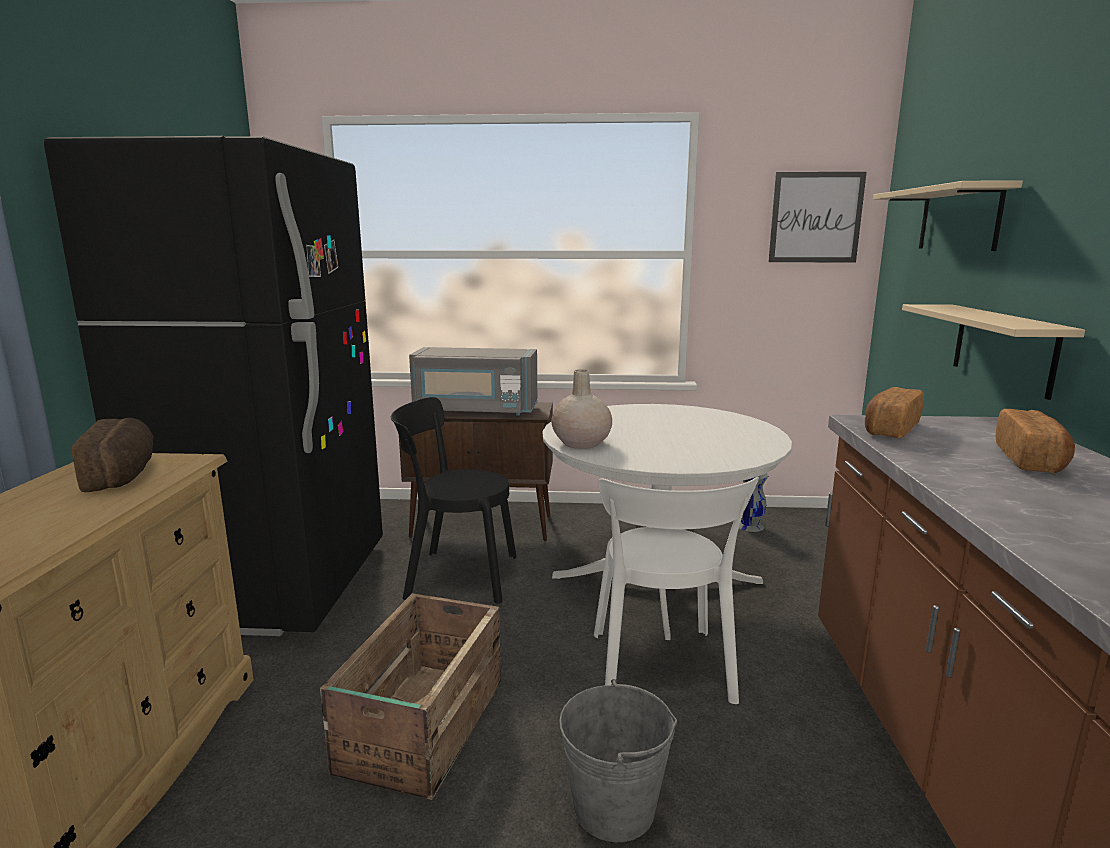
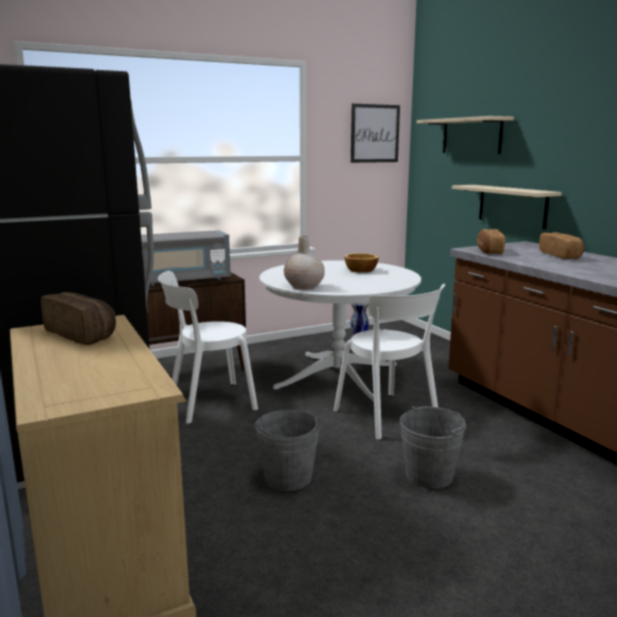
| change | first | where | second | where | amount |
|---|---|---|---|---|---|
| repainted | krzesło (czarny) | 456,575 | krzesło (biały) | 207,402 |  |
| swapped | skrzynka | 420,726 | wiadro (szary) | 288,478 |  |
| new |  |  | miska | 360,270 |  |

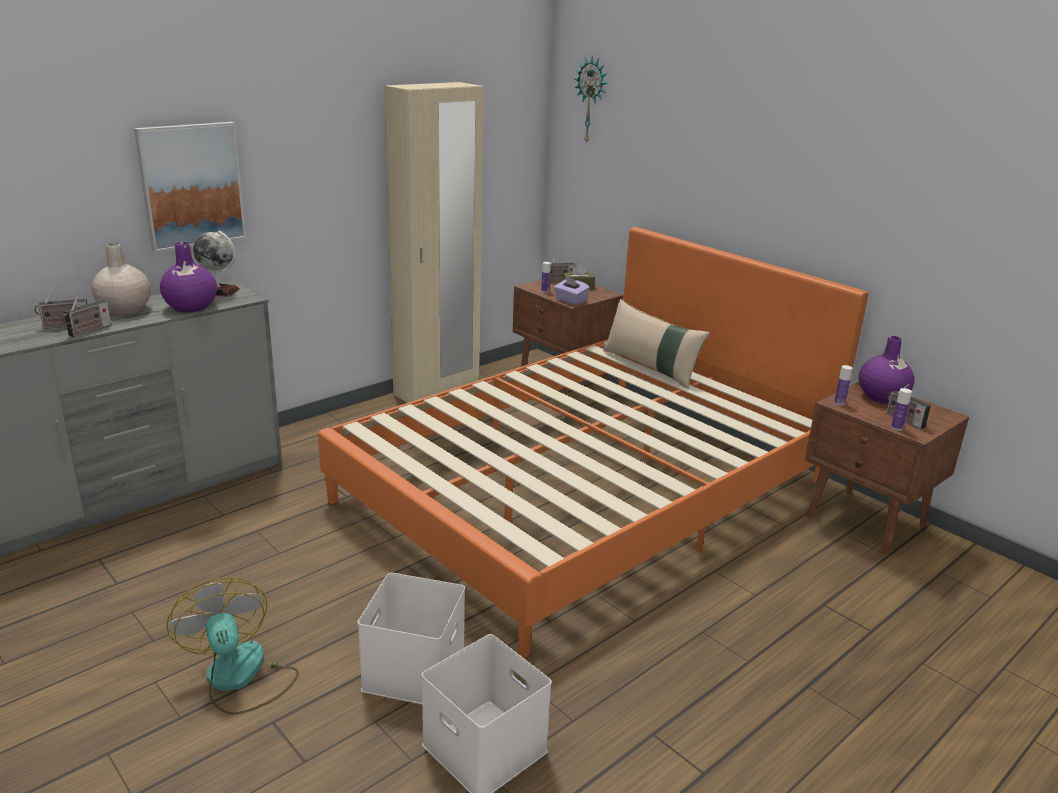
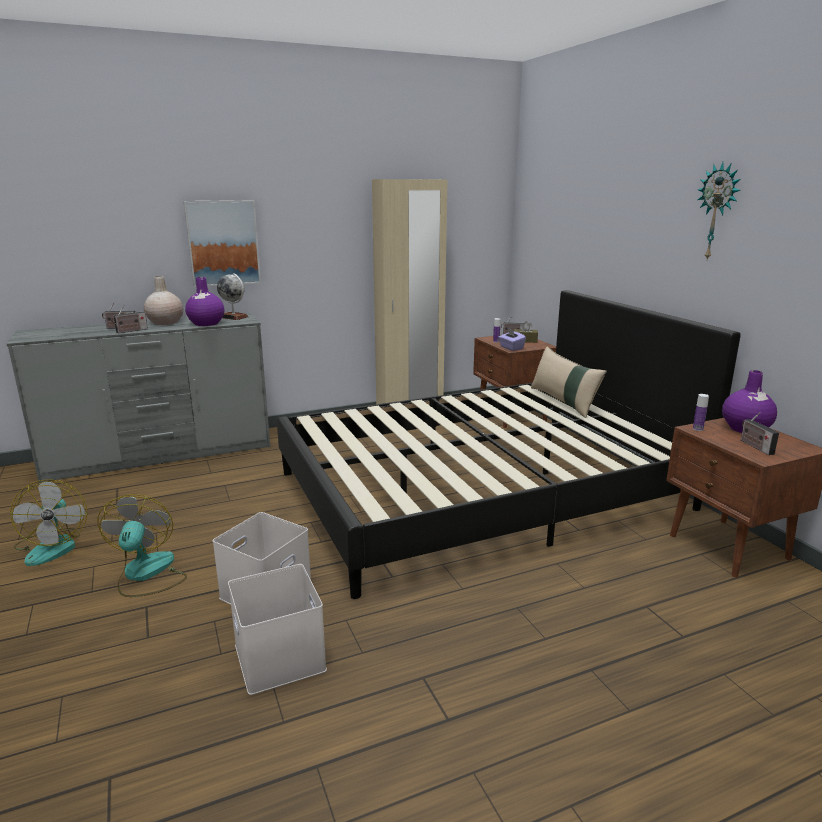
| change | first | where | second | where | amount |
|---|---|---|---|---|---|
| shifted | zegar ścienny | 591,100 |  | 717,212 |  |
| repainted | łóżko (pomarańczowy) | 587,491 | łóżko (czarny) | 482,491 |  |
| gone | butelka | 896,427 |  |  |  |
| new |  |  | wentylator | 53,546 |  |

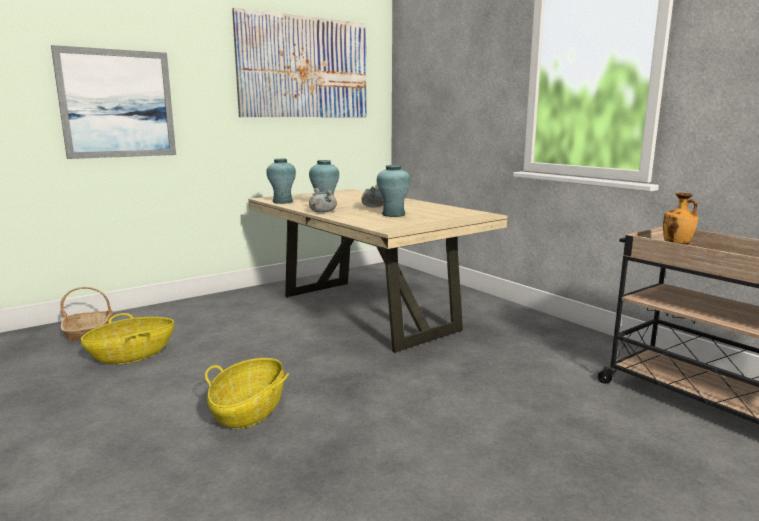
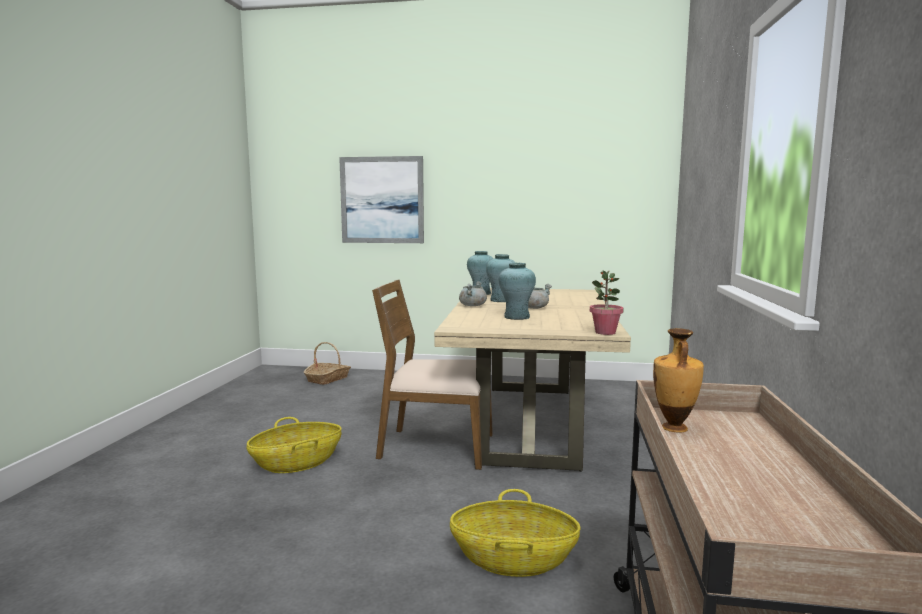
| change | first | where | second | where | amount |
|---|---|---|---|---|---|
| gone | obraz | 304,68 |  |  |  |
| shifted | koszyk | 132,355 |  | 513,560 |  |
| new |  |  | roślina doniczkowa | 605,332 |  |
| new |  |  | krzesło (brązowy) | 435,447 |  |

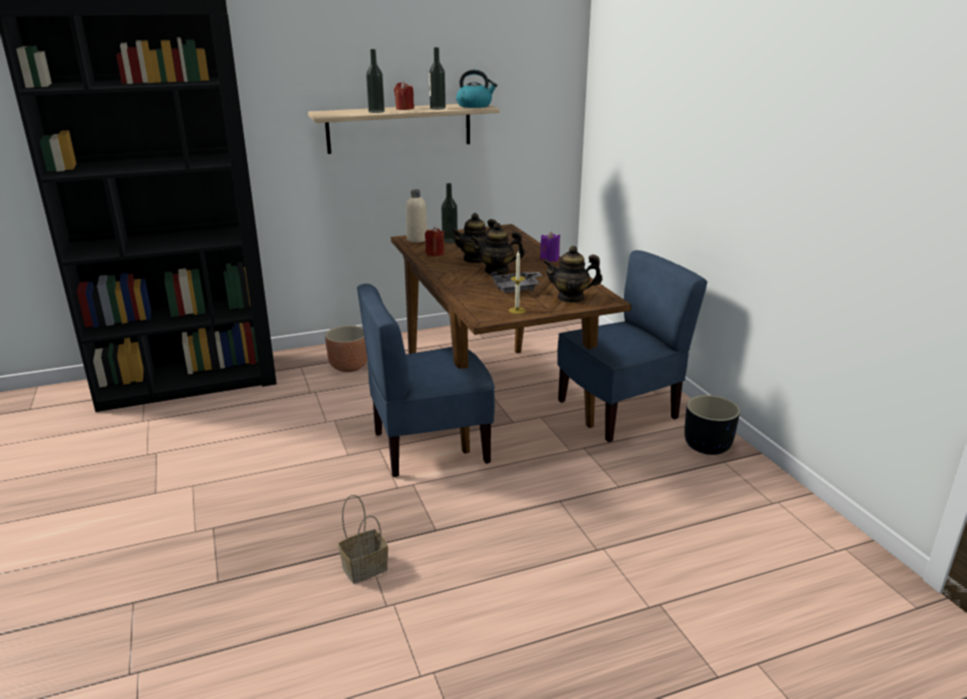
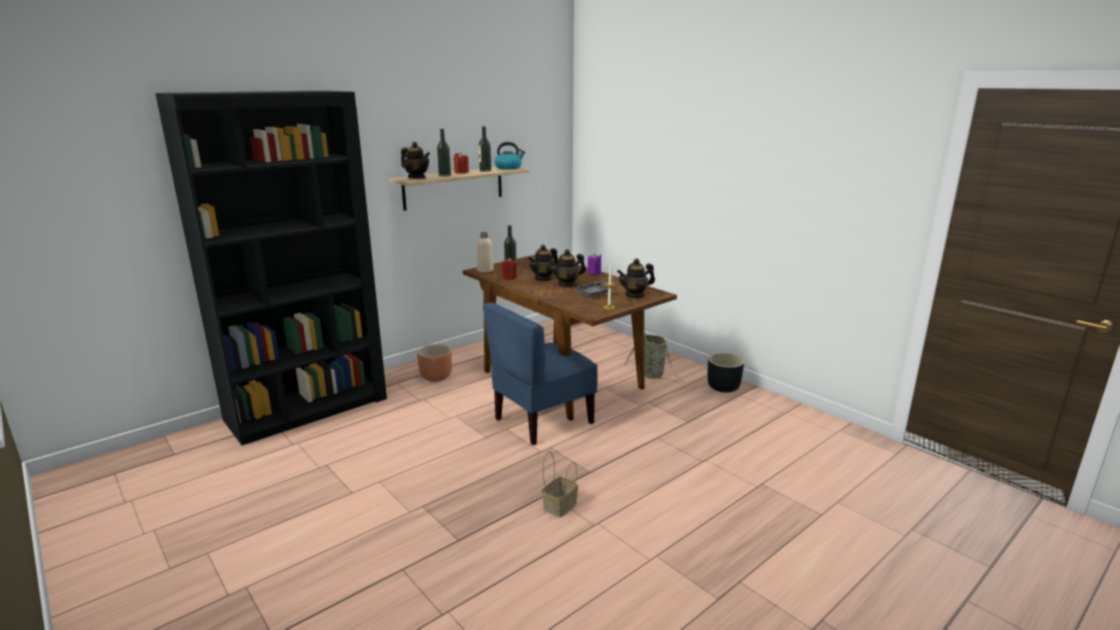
| change | first | where | second | where | amount |
|---|---|---|---|---|---|
| swapped | krzesło (niebieski) | 618,411 | koszyk | 653,376 |  |
| new |  |  | imbryk | 417,178 |  |

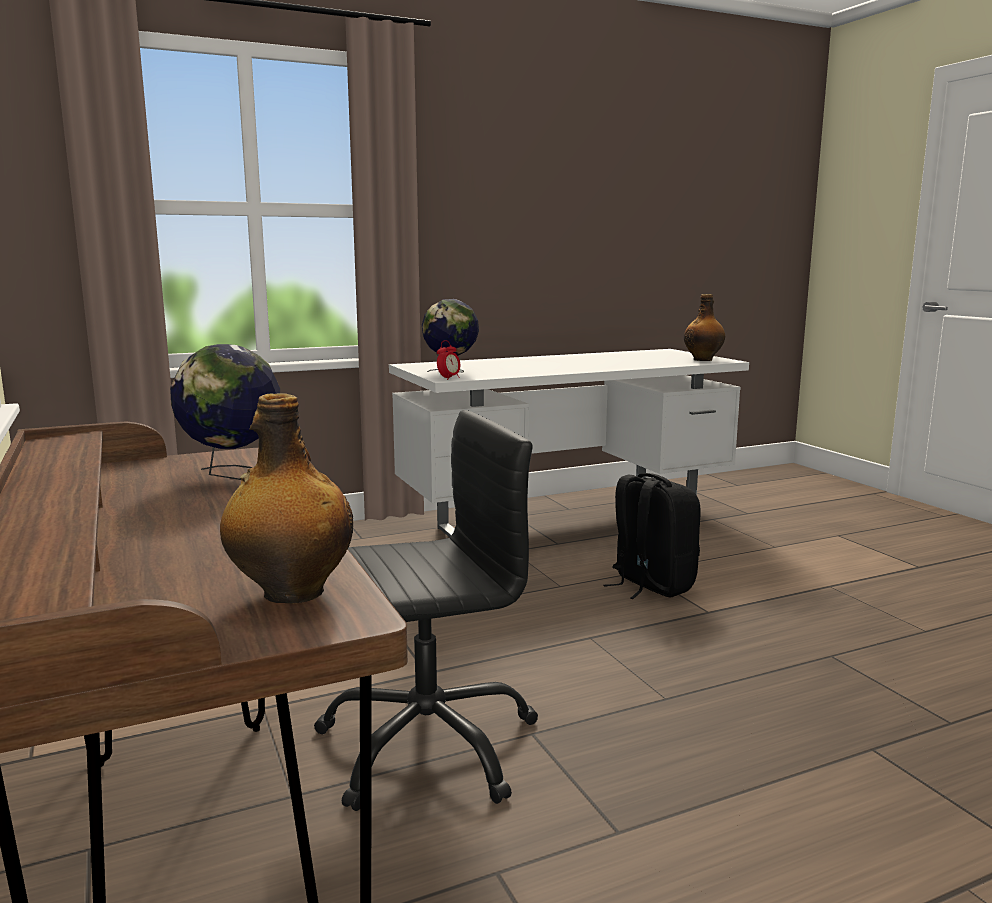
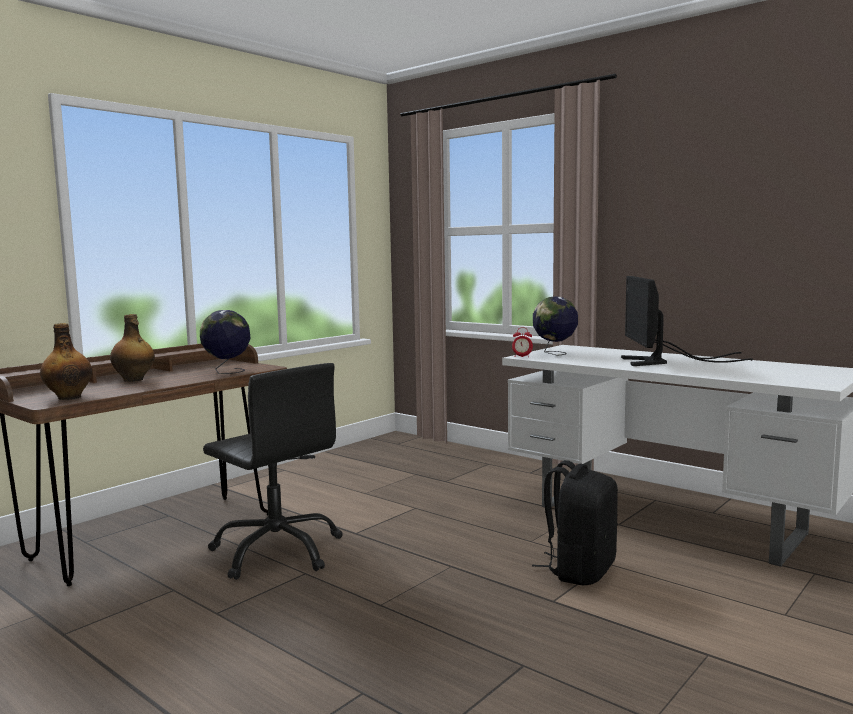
| change | first | where | second | where | amount |
|---|---|---|---|---|---|
| shifted | butelka | 703,359 |  | 134,380 |  |
| new |  |  | monitor | 661,362 |  |

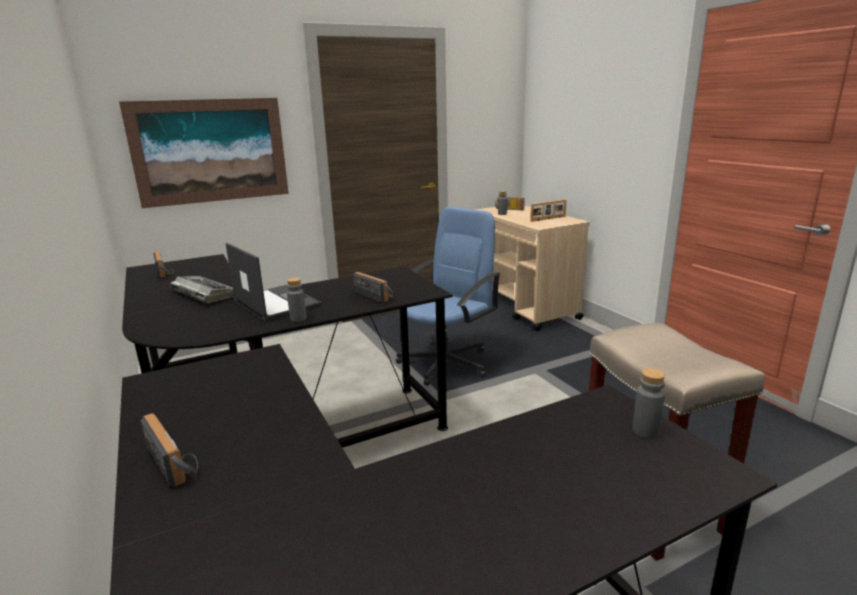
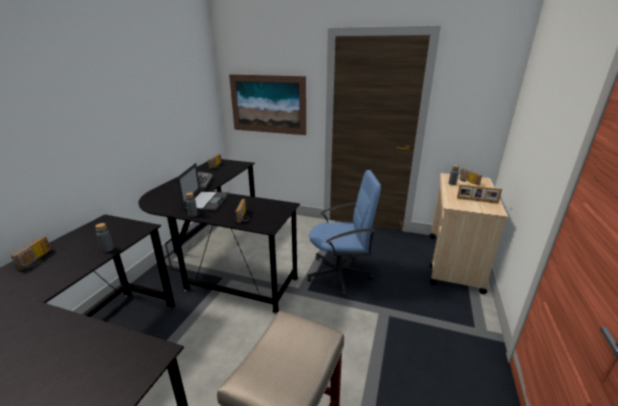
| change | first | where | second | where | amount |
|---|---|---|---|---|---|
| shifted | butelka (szary) | 645,431 |  | 107,249 |  |

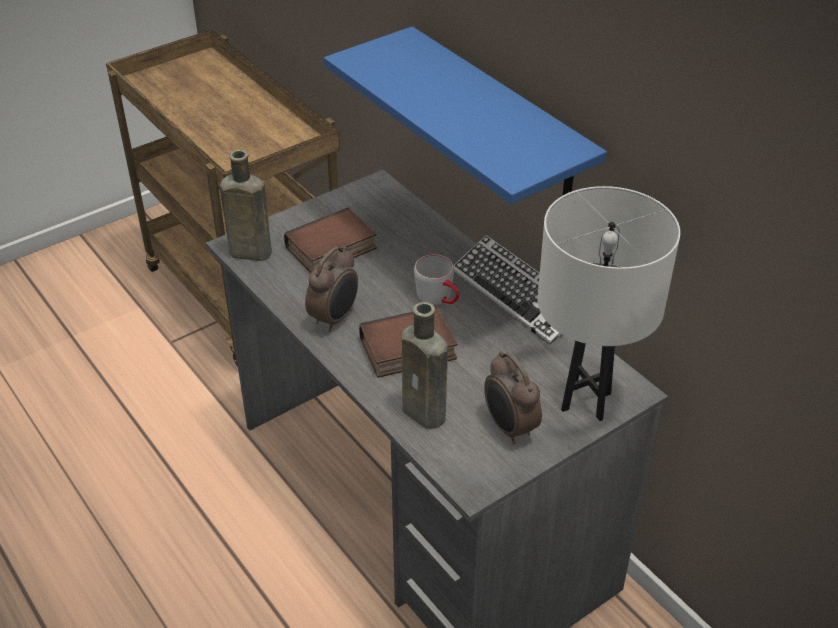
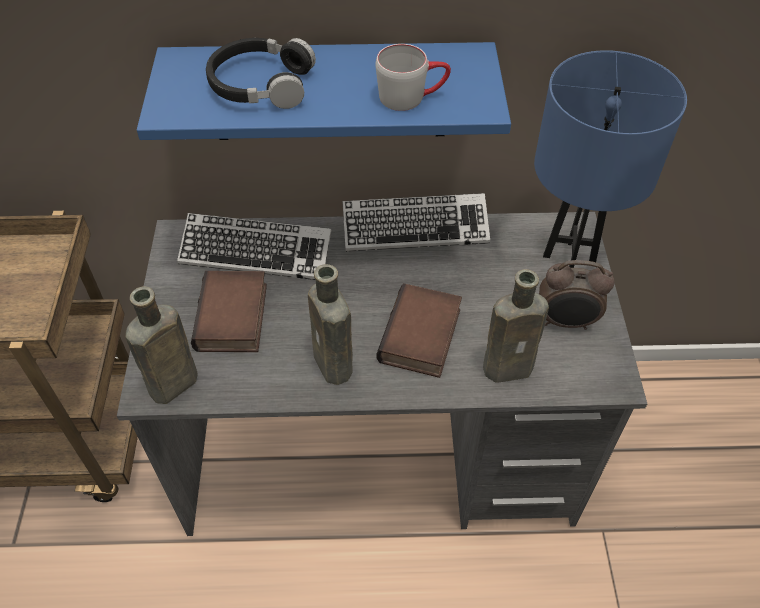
| change | first | where | second | where | amount |
|---|---|---|---|---|---|
| repainted | lampa stołowa (biały) | 586,402 | lampa stołowa (niebieski) | 569,259 |  |
| swapped | budzik | 335,318 | butelka (brązowy) | 334,367 |  |
| shifted | kubek (szary) | 439,298 |  | 412,96 |  |
| new |  |  | słuchawki (czarny) | 260,84 |  |
| new |  |  | klawiatura | 256,253 |  |

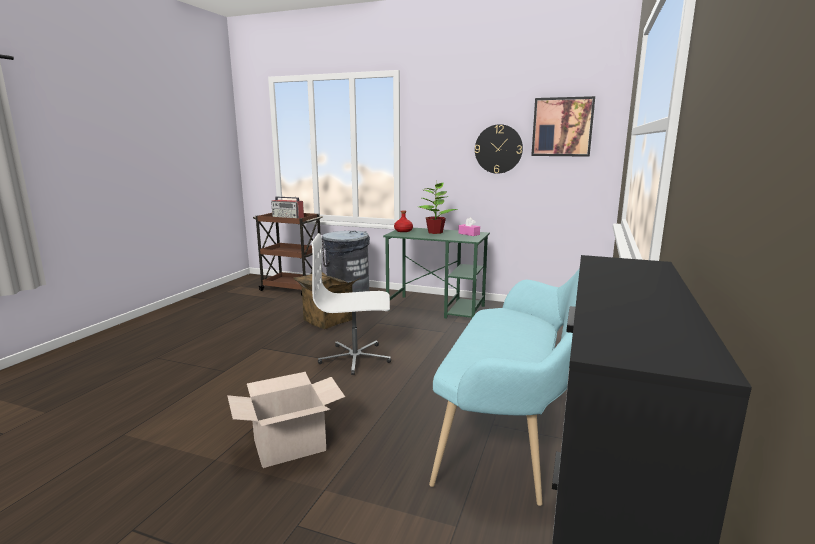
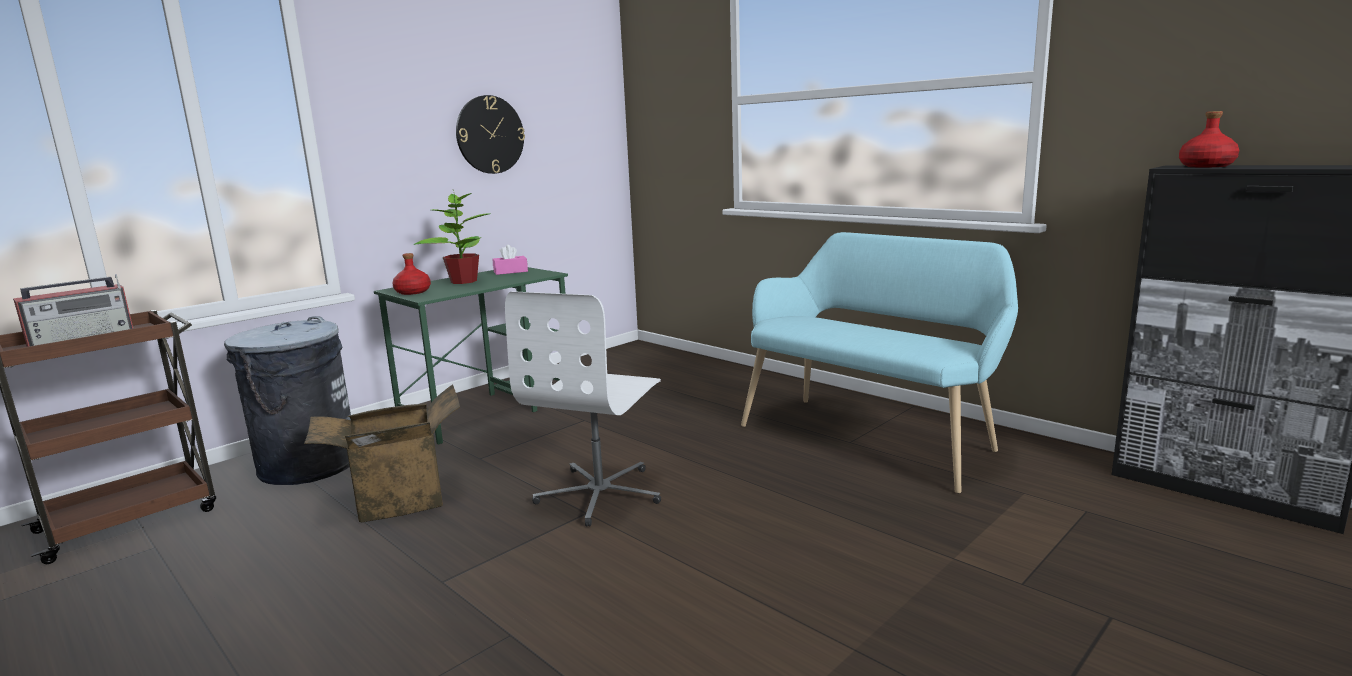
| change | first | where | second | where | amount |
|---|---|---|---|---|---|
| gone | obraz | 562,127 |  |  |  |
| gone | karton | 289,446 |  |  |  |
| new |  |  | butelka (czerwony) | 1205,166 |  |

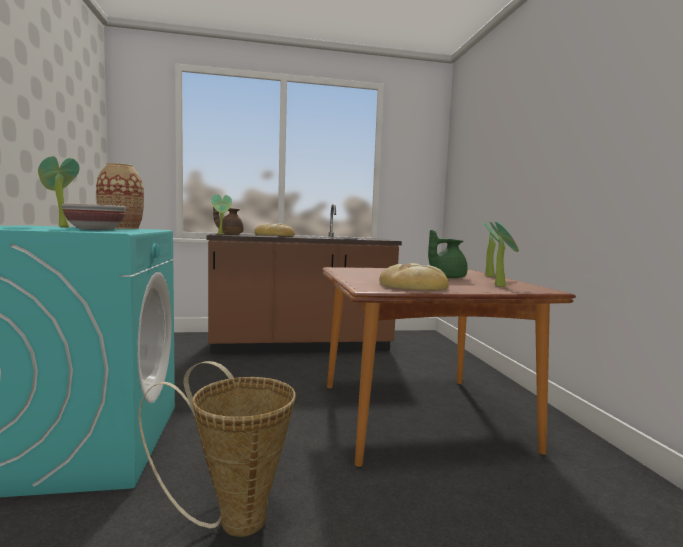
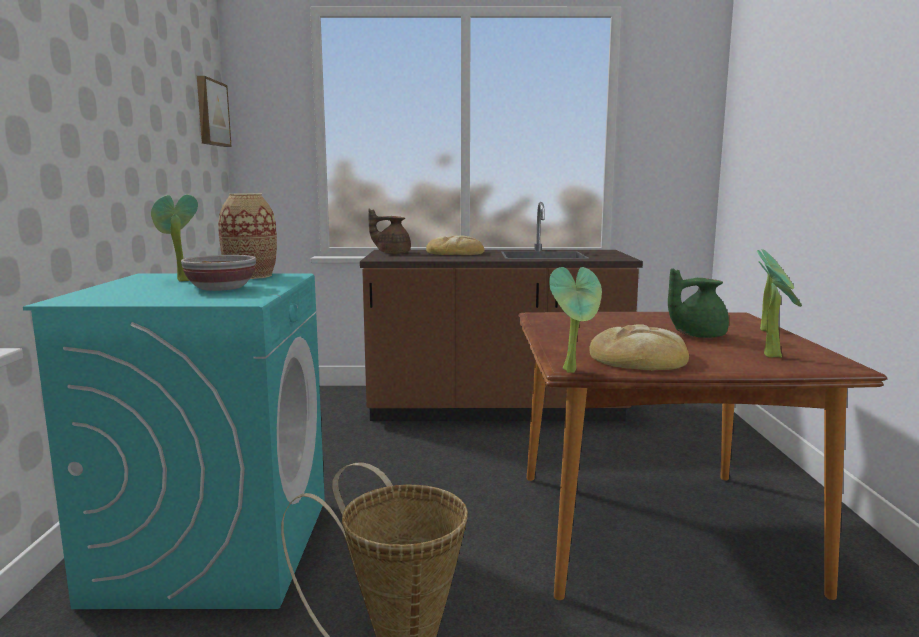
| change | first | where | second | where | amount |
|---|---|---|---|---|---|
| shifted | roślina doniczkowa | 221,234 |  | 573,371 |  |
| new |  |  | obraz | 211,113 |  |

